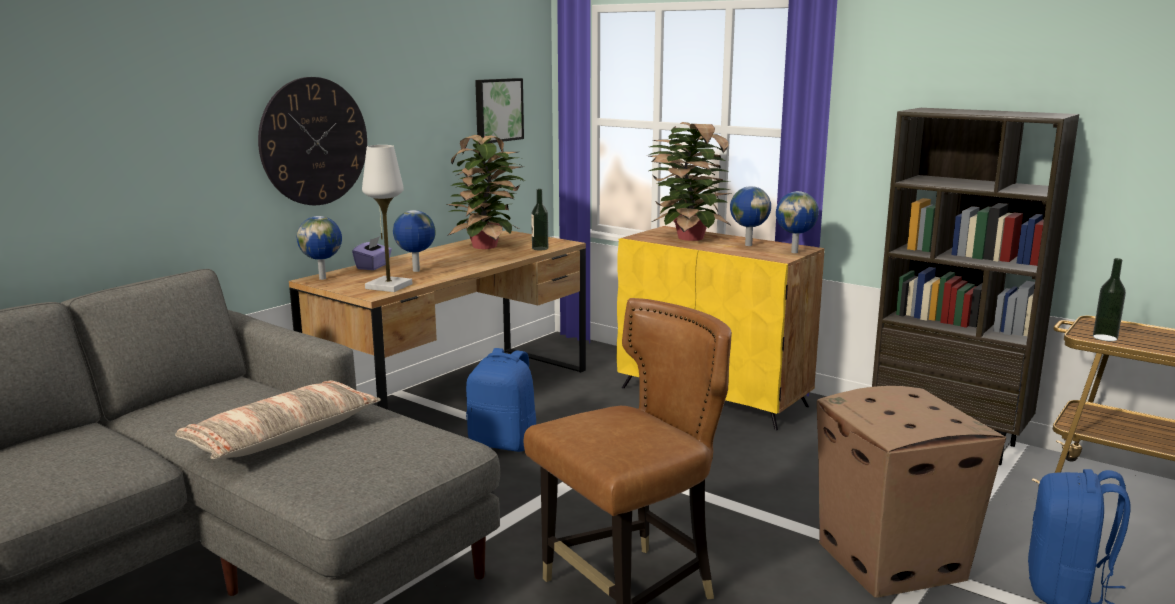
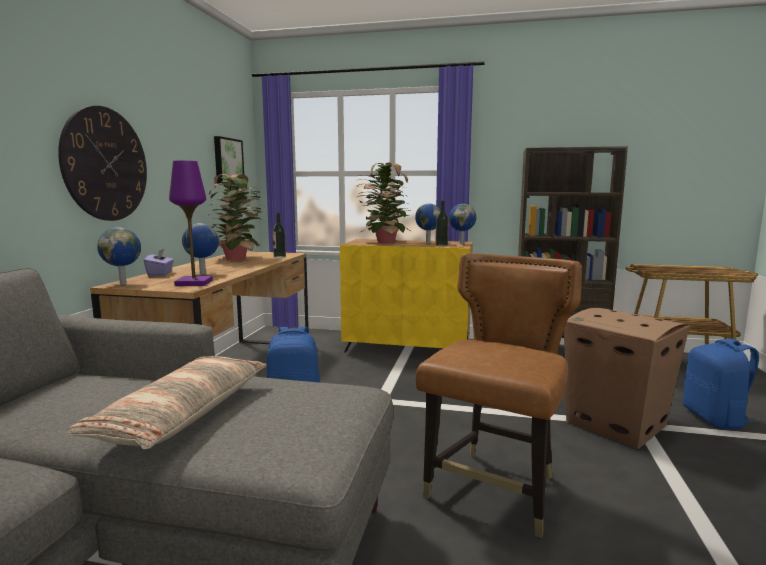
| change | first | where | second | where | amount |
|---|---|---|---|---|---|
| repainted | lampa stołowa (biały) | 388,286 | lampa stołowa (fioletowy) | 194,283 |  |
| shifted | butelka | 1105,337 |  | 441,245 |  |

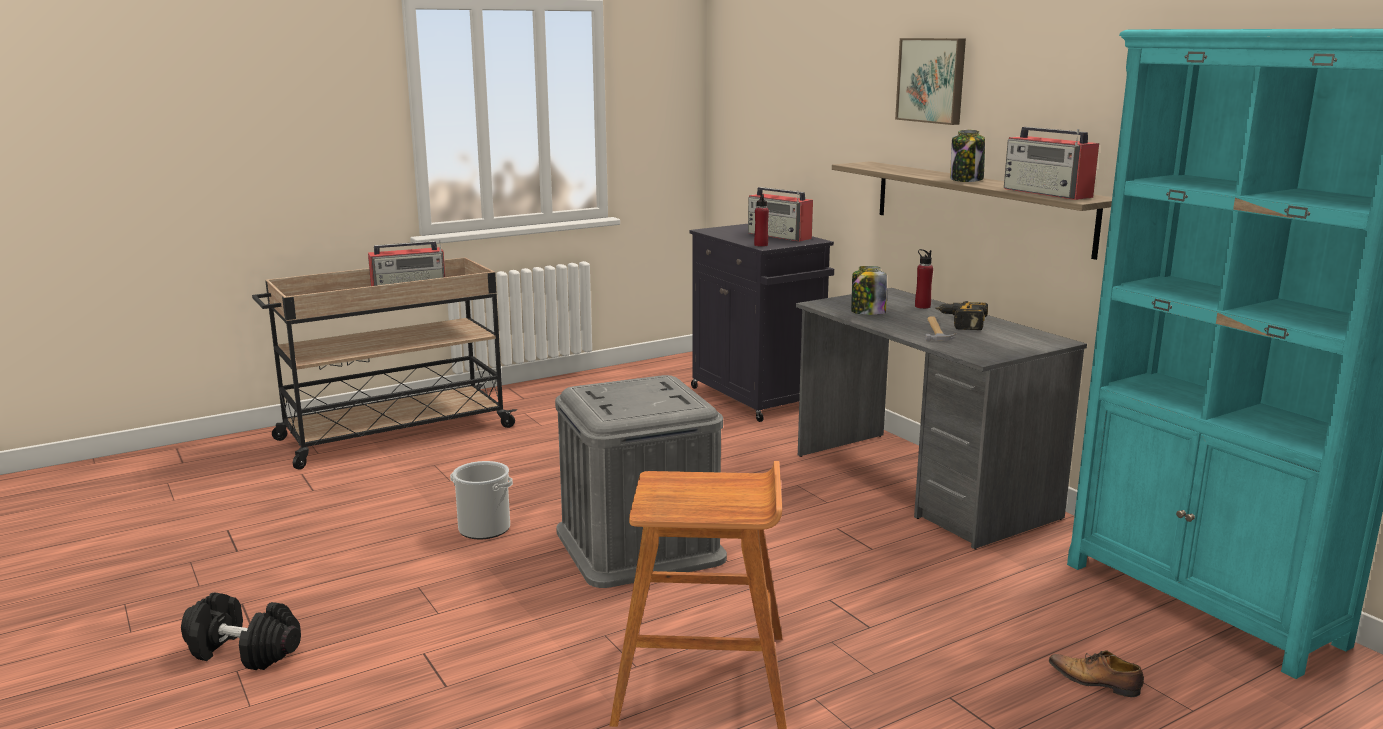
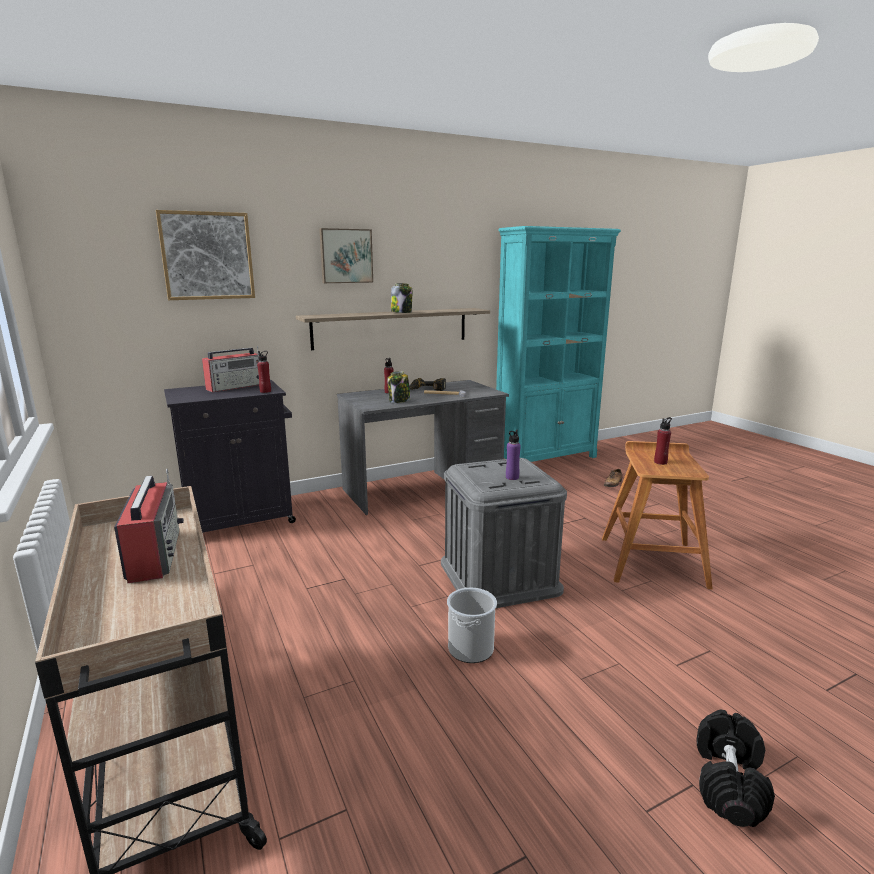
| change | first | where | second | where | amount |
|---|---|---|---|---|---|
| gone | radio | 1048,193 |  |  |  |
| new |  |  | obraz | 207,256 |  |
| new |  |  | butelka (czerwony) | 660,462 |  |
| new |  |  | butelka (fioletowy) | 512,477 |  |

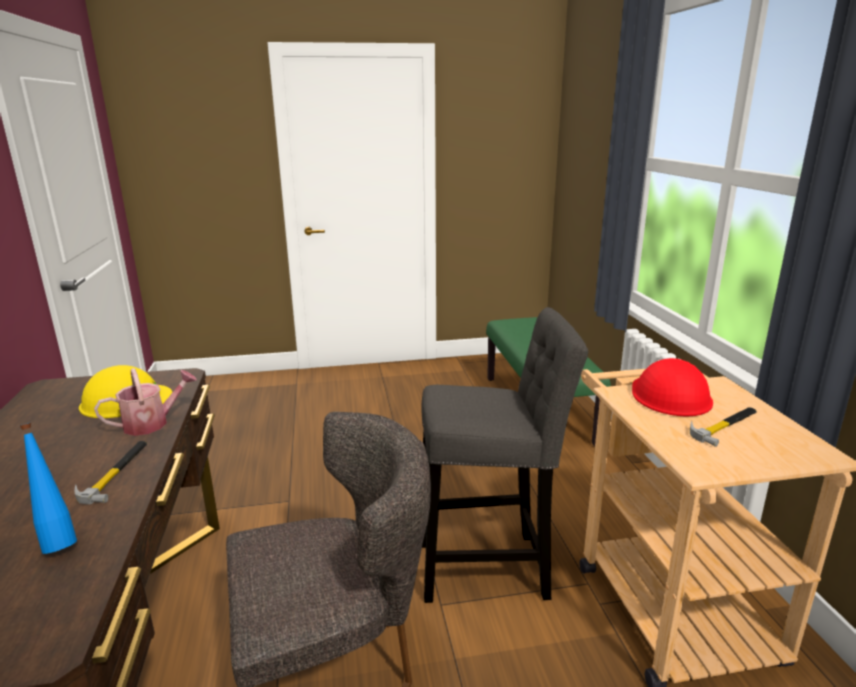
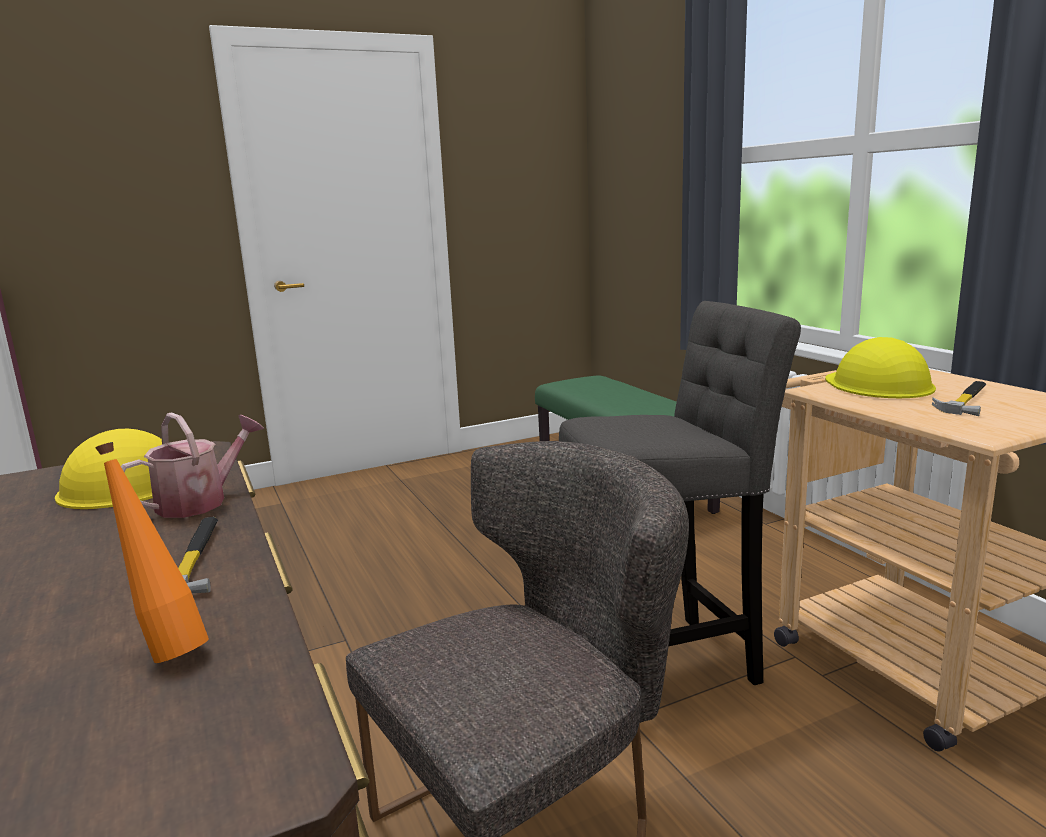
| change | first | where | second | where | amount |
|---|---|---|---|---|---|
| repainted | kask (czerwony) | 670,395 | kask (żółty) | 878,384 |  |
| repainted | butelka (niebieski) | 58,541 | butelka (pomarańczowy) | 167,648 |  |

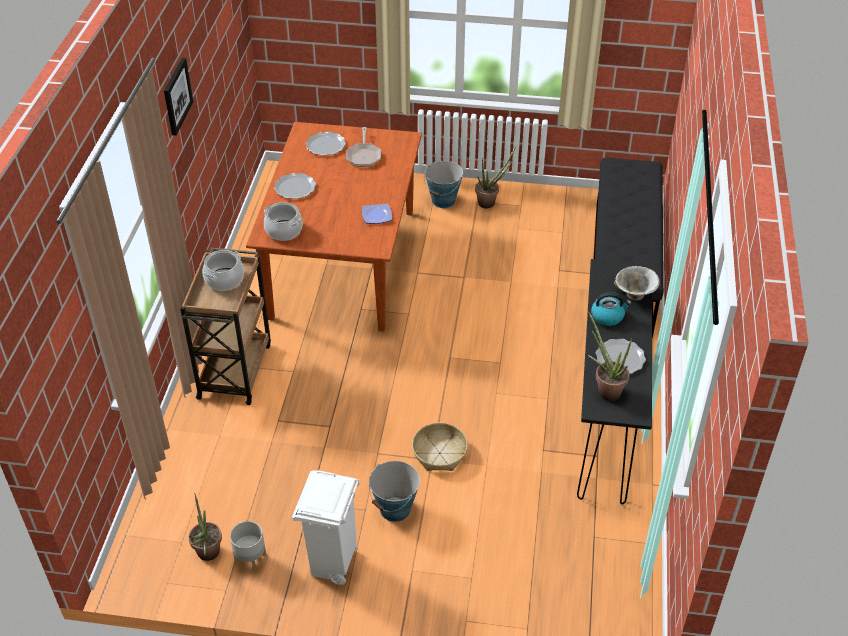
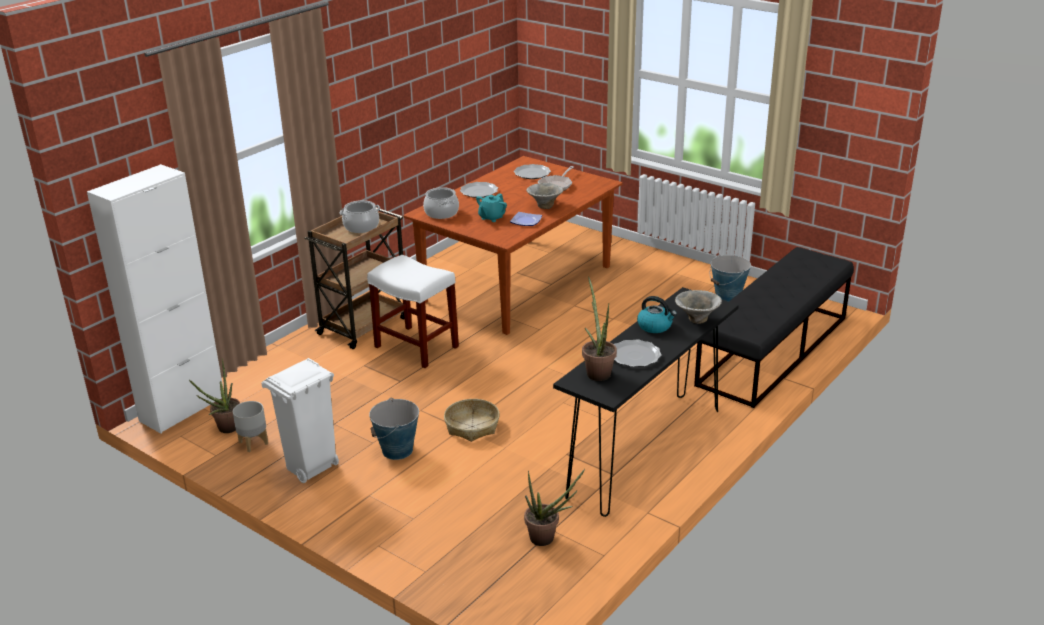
| change | first | where | second | where | amount |
|---|---|---|---|---|---|
| gone | obraz | 176,96 |  |  |  |
| shifted | roślina doniczkowa | 490,202 |  | 547,538 |  |
| shifted | wiadro | 443,200 |  | 728,296 |  |
| new |  |  | szafka (biały) | 182,409 |  |
| new |  |  | miska | 544,206 |  |
| new |  |  | imbryk (turkusowy) | 491,217 |  |
| new |  |  | stołek (biały) | 415,346 |  |

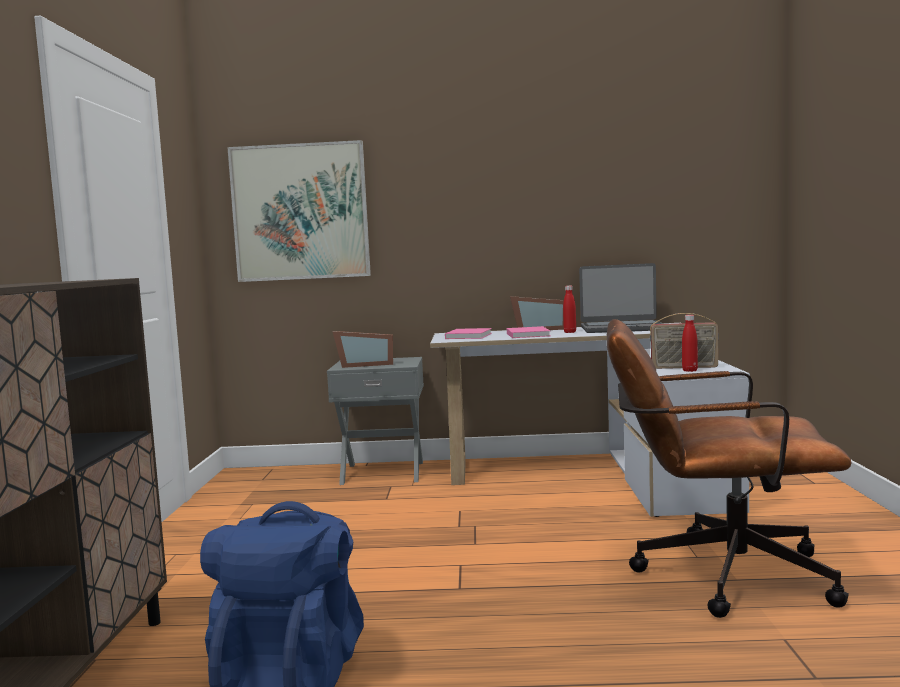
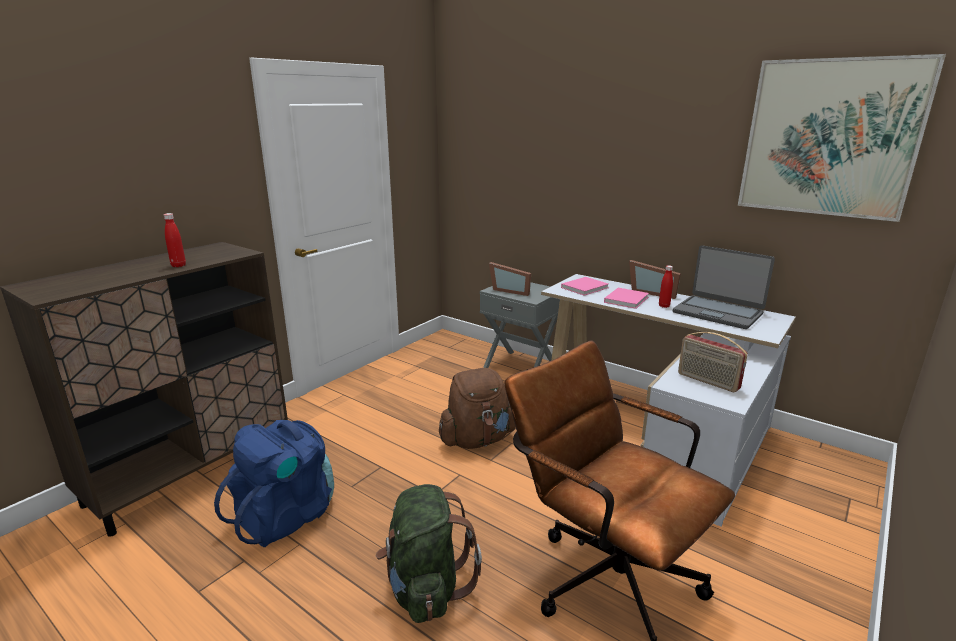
| change | first | where | second | where | amount |
|---|---|---|---|---|---|
| shifted | obraz | 300,212 |  | 829,138 |  |
| shifted | butelka (czerwony) | 690,370 |  | 178,265 |  |
| new |  |  | plecak (brązowy) | 477,440 |  |
| new |  |  | plecak (zielony) | 426,588 |  |

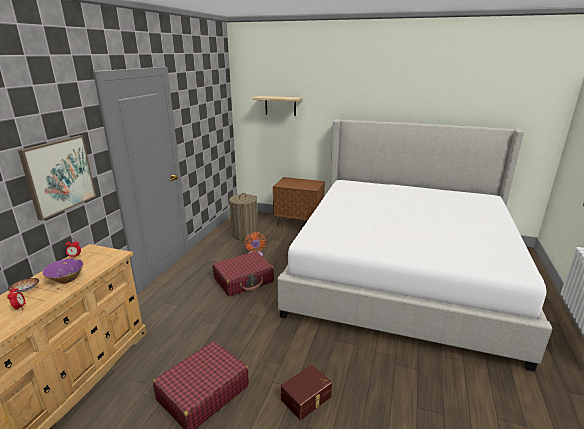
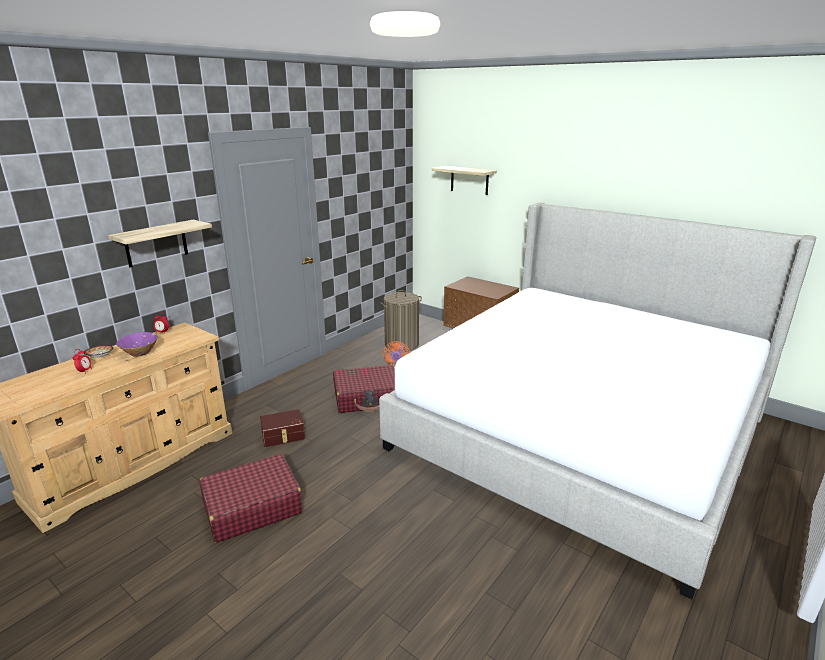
| change | first | where | second | where | amount |
|---|---|---|---|---|---|
| swapped | obraz | 59,175 | półka | 156,243 |  |
| shifted | pojemnik do przechowywania (brązowy) | 307,398 |  | 283,436 |  |

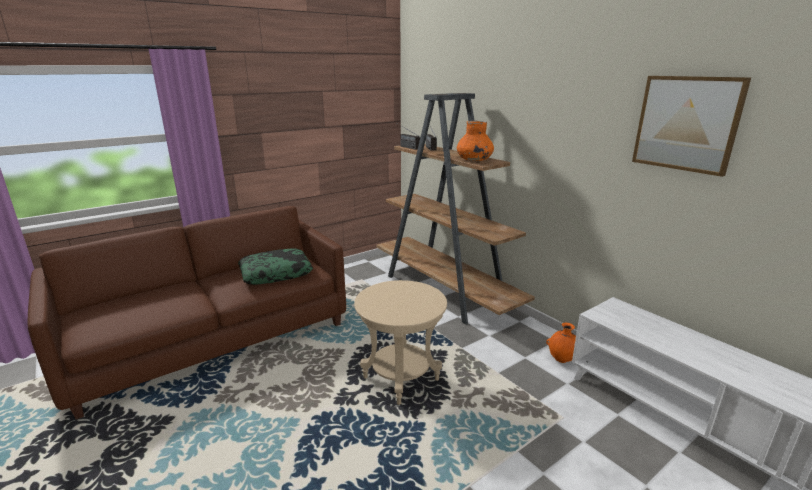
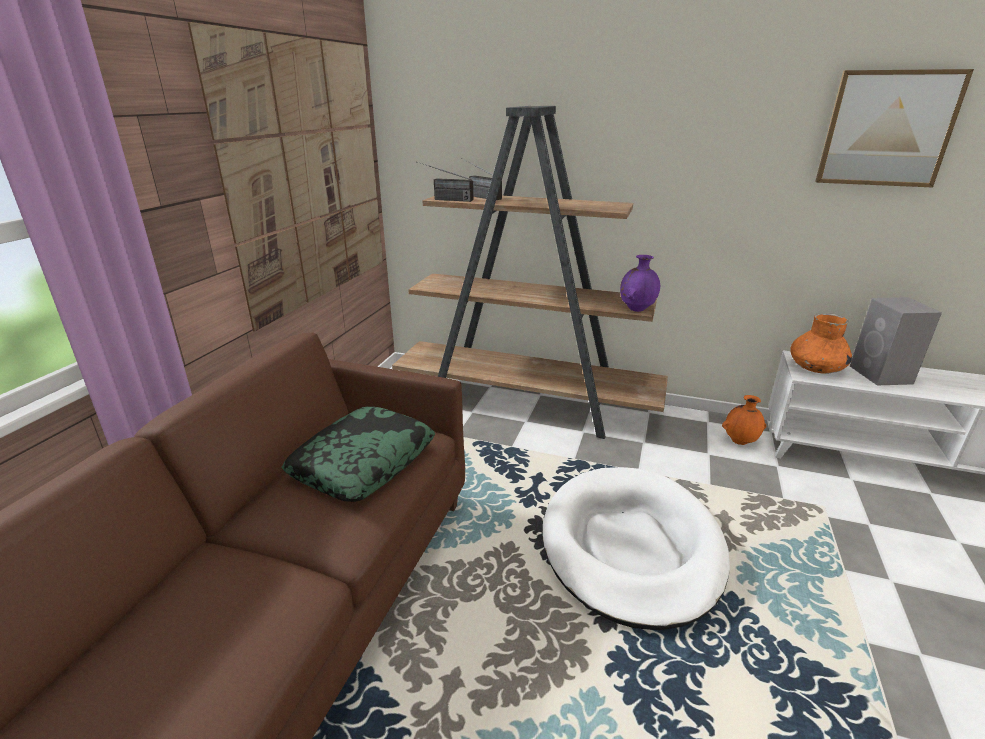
| change | first | where | second | where | amount |
|---|---|---|---|---|---|
| shifted | wazon (pomarańczowy) | 474,160 |  | 815,368 |  |
| swapped | stolik (beżowy) | 401,379 | legowisko (biały) | 631,547 |  |
| new |  |  | obraz | 310,176 |  |
| new |  |  | wazon (fioletowy) | 637,309 |  |
| new |  |  | głośnik (szary) | 881,375 |  |

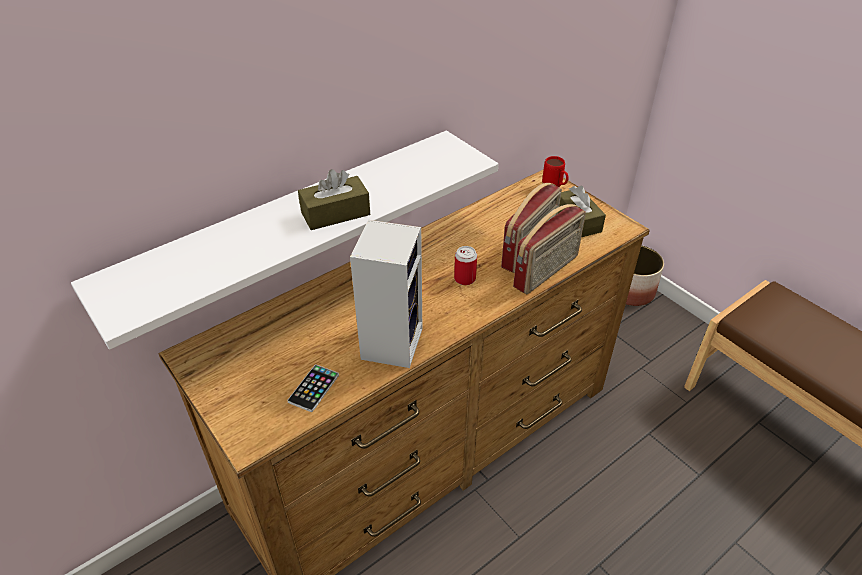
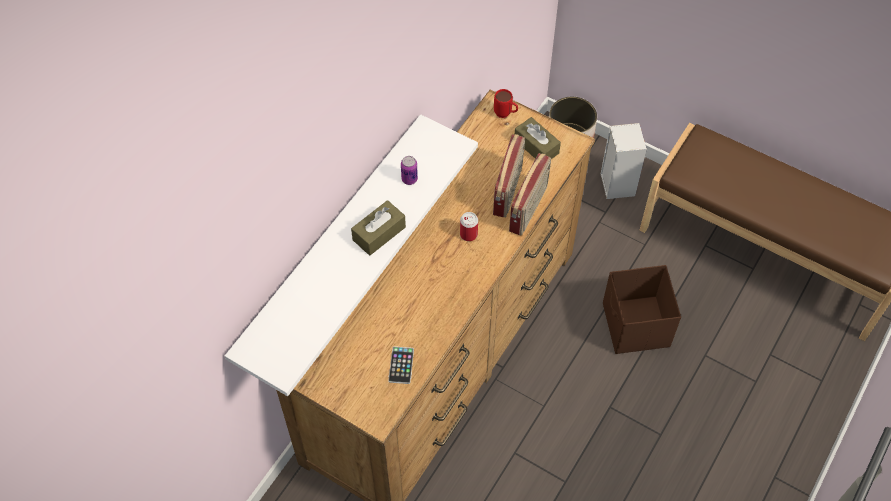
| change | first | where | second | where | amount |
|---|---|---|---|---|---|
| shifted | głośnik | 391,341 |  | 616,183 |  |
| new |  |  | puszka | 409,179 |  |
| new |  |  | pojemnik do przechowywania (brązowy) | 635,326 |  |

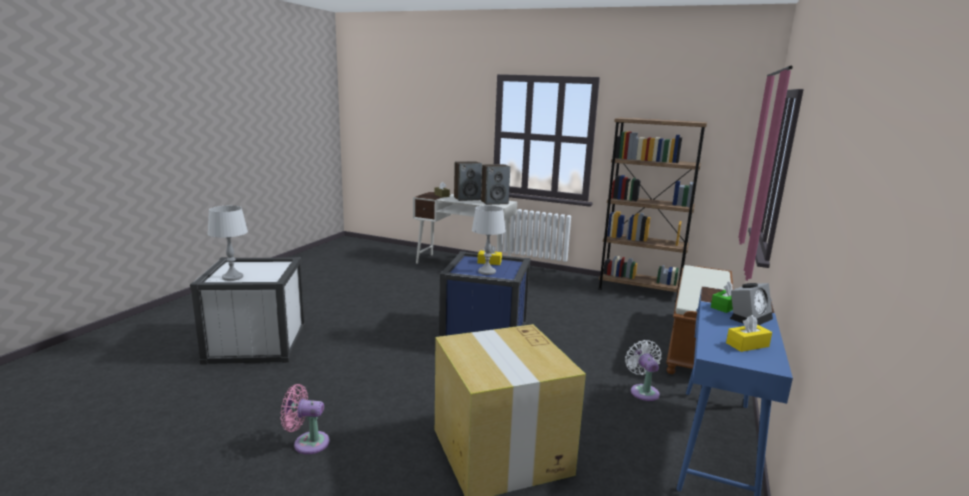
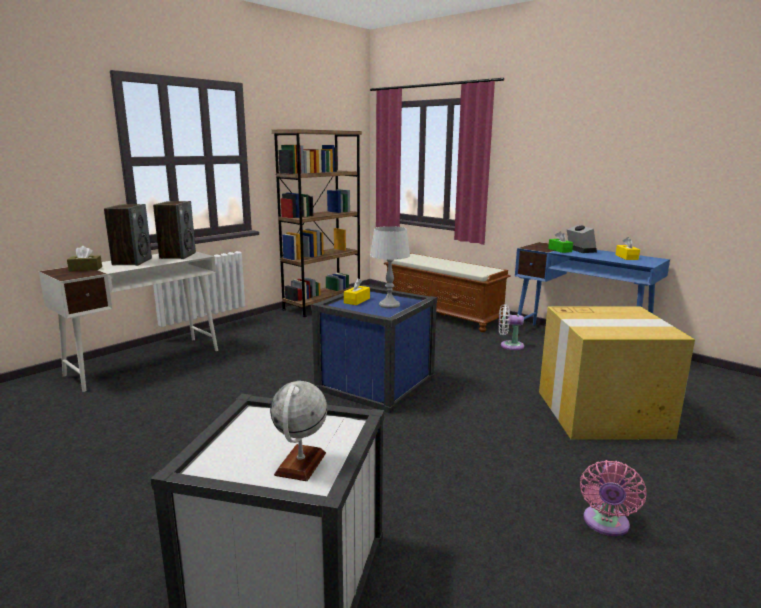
| change | first | where | second | where | amount |
|---|---|---|---|---|---|
| swapped | lampa stołowa (szary) | 232,277 | globus | 301,464 |  |

